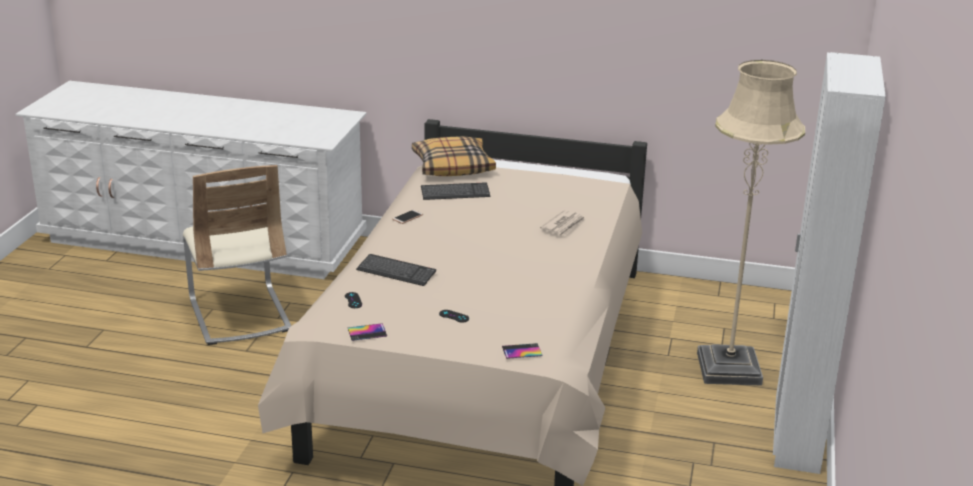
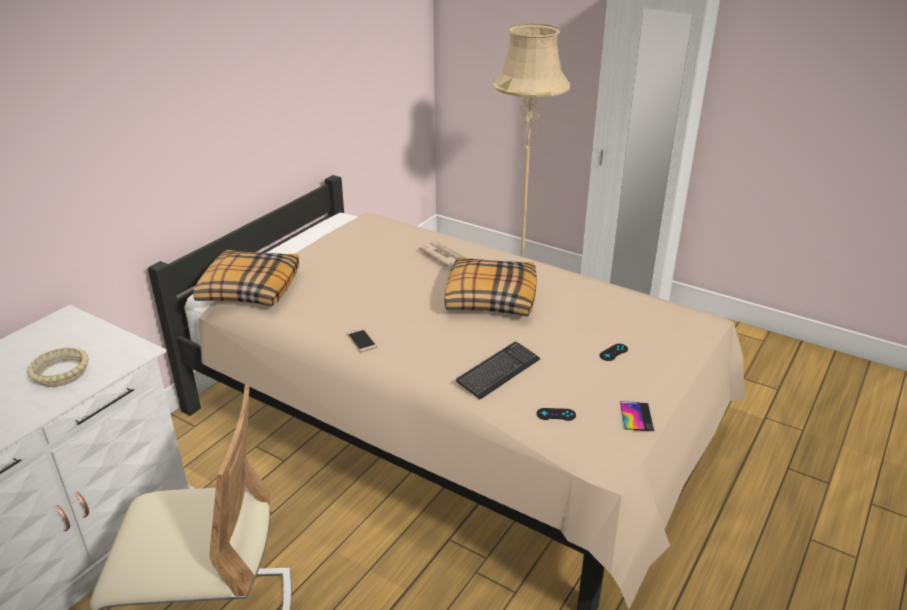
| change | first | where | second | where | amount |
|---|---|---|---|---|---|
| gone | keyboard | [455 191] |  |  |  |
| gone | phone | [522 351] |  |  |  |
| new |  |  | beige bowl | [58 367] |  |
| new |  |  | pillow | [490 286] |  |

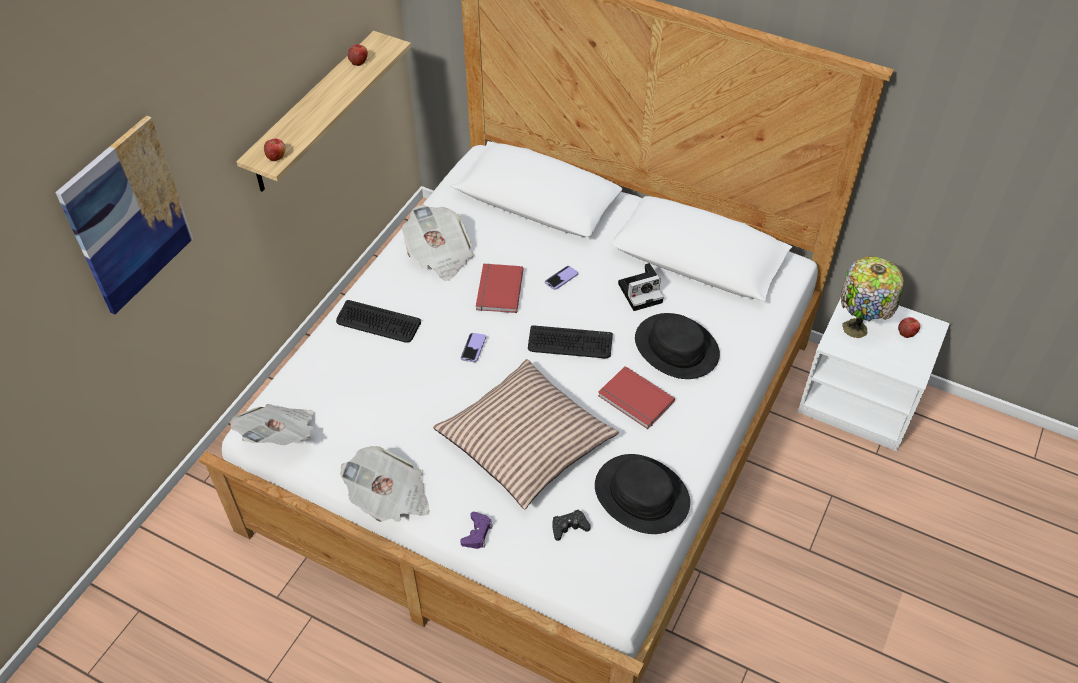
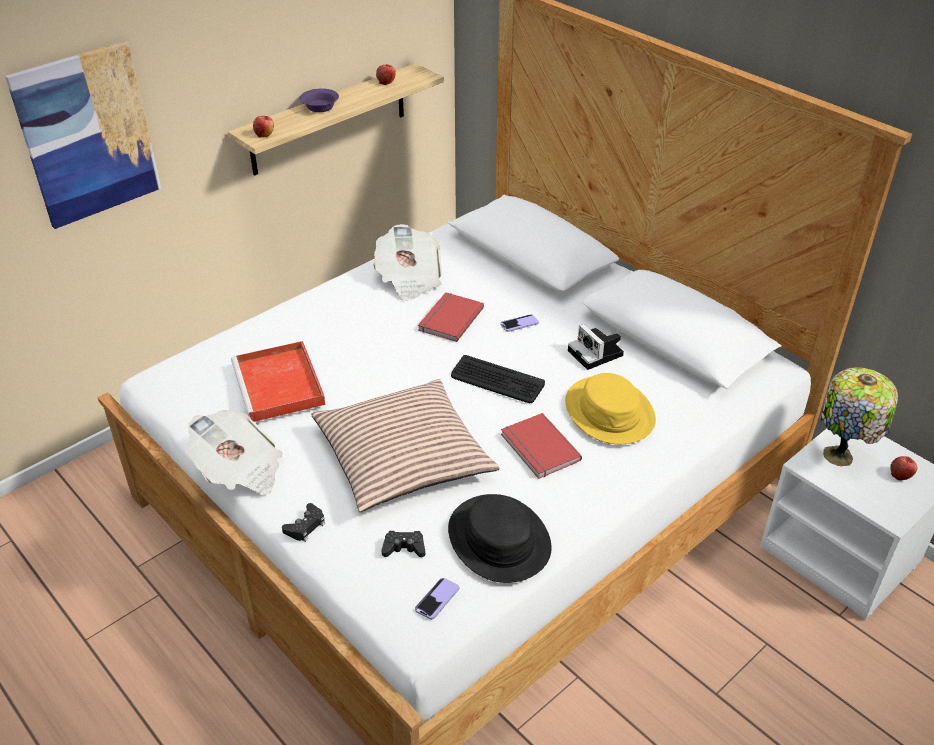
| change | first | where | second | where | amount |
|---|---|---|---|---|---|
| gone | newspaper | [272 424] |  |  |  |
| gone | keyboard | [378 321] |  |  |  |
| repainted | purple game controller | [476 530] | black game controller | [303 522] |  |
| shifted | phone | [473 347] |  | [437 598] |  |
| rotated | photo camera | [641 287] |  | [596 347] | 60 degrees clockwise |
| repainted | black hat | [677 346] | yellow hat | [610 408] |  |
| new |  |  | red tray | [278 381] |  |
| new |  |  | purple bowl | [319 100] |  |

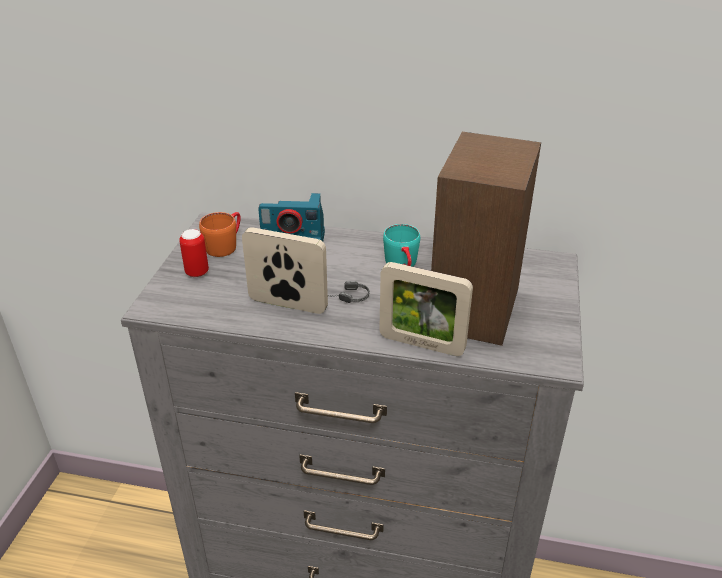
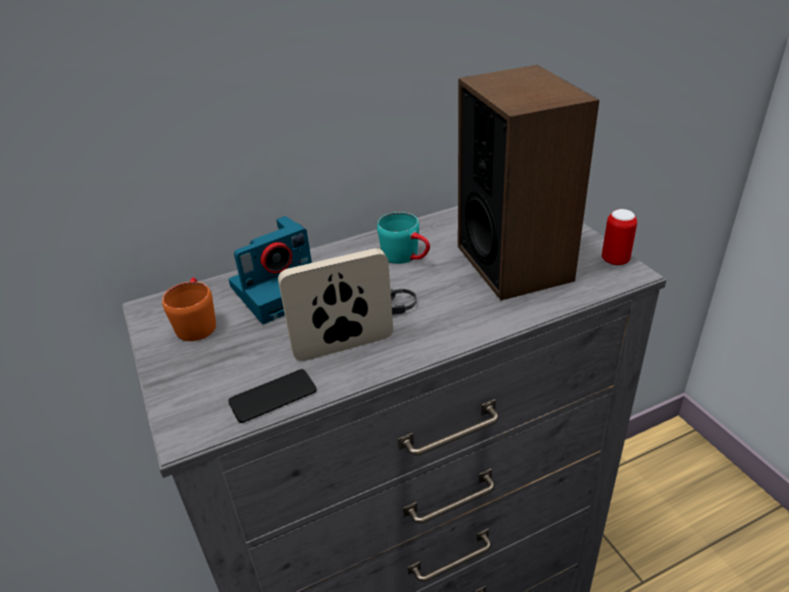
| change | first | where | second | where | amount |
|---|---|---|---|---|---|
| shifted | can | [194 253] |  | [619 237] |  |
| gone | picture frame | [426 309] |  |  |  |
| new |  |  | phone | [272 396] |  |

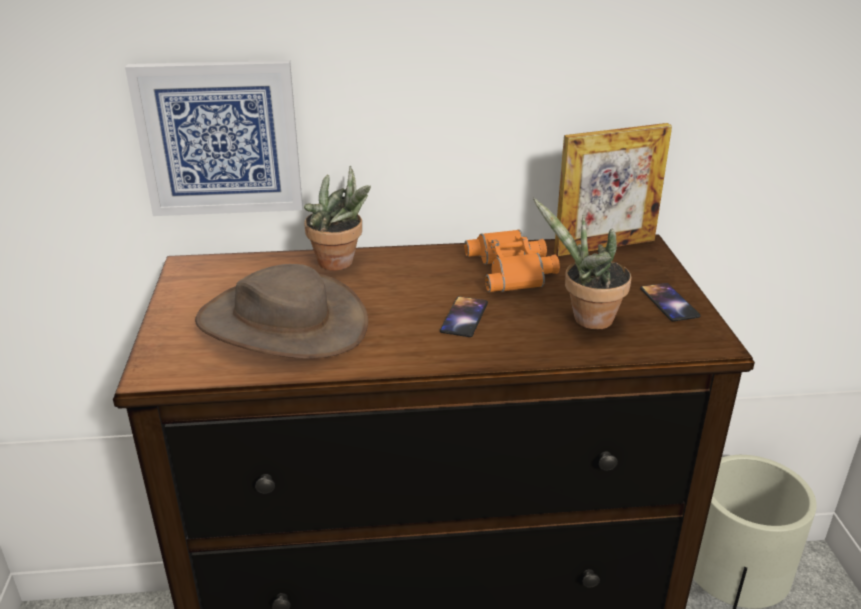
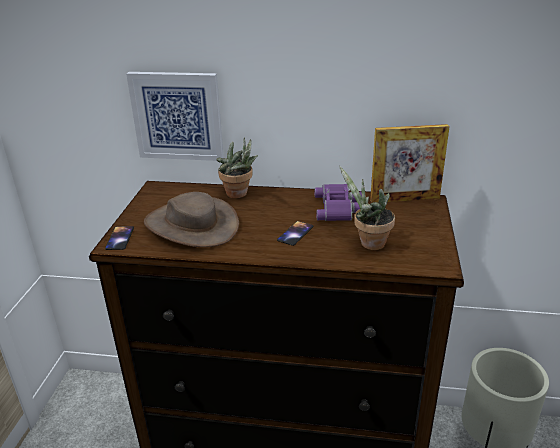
| change | first | where | second | where | amount |
|---|---|---|---|---|---|
| repainted | orange binoculars | [512 260] | purple binoculars | [338 202] |  |
| shifted | phone | [670 302] |  | [119 238] |  |

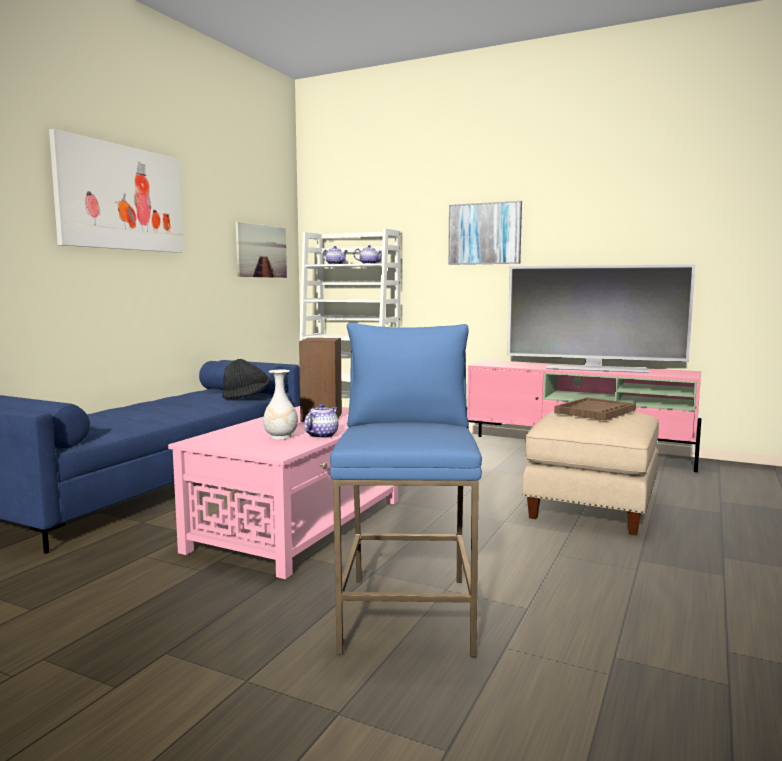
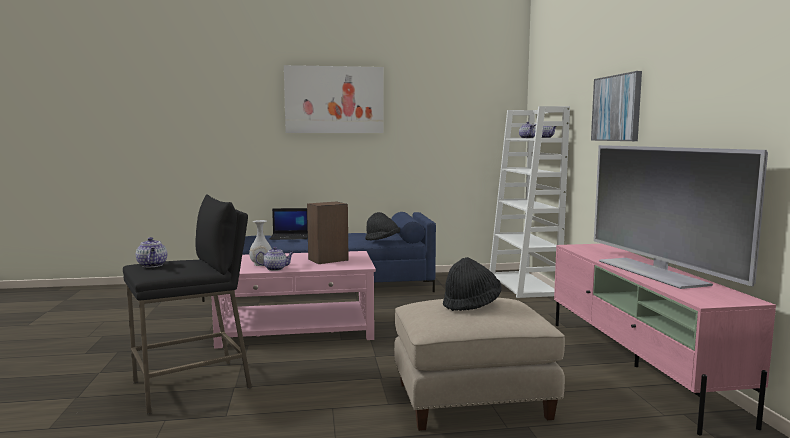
| change | first | where | second | where | amount |
|---|---|---|---|---|---|
| gone | picture | [261 250] |  |  |  |
| repainted | blue stool | [406 490] | black stool | [187 304] |  |
| swapped | brown tray | [595 408] | black hat | [472 284] |  |
| new |  |  | teapot | [151 252] |  |
| new |  |  | laptop | [289 224] |  |

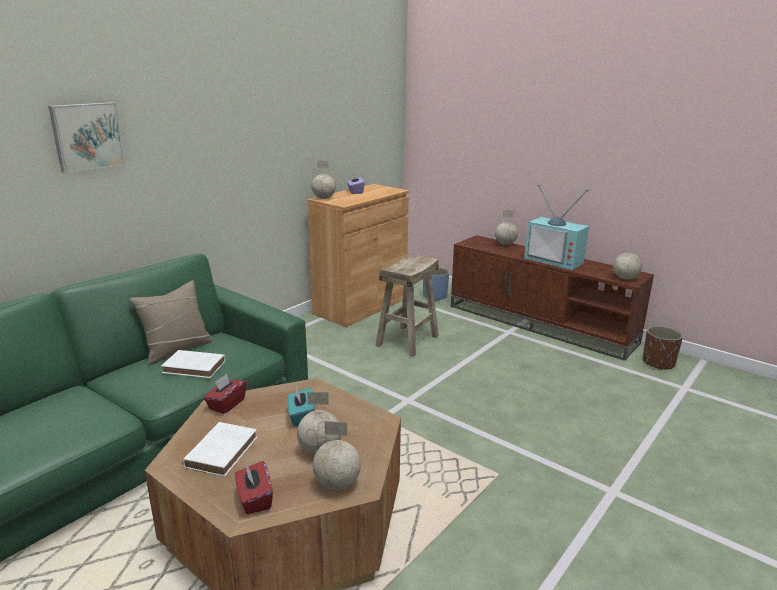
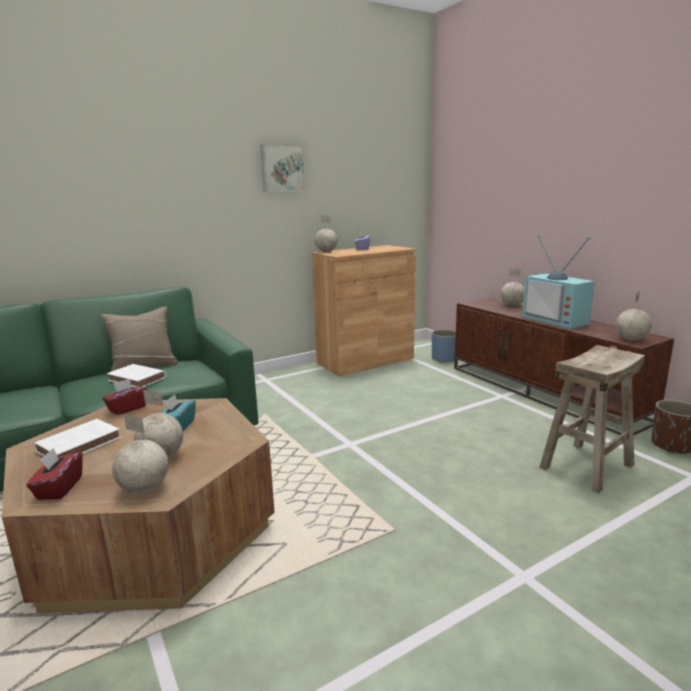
| change | first | where | second | where | amount |
|---|---|---|---|---|---|
| shifted | picture | [87 137] |  | [283 168] |  |
| shifted | beige stool | [407 305] |  | [592 419] |  |

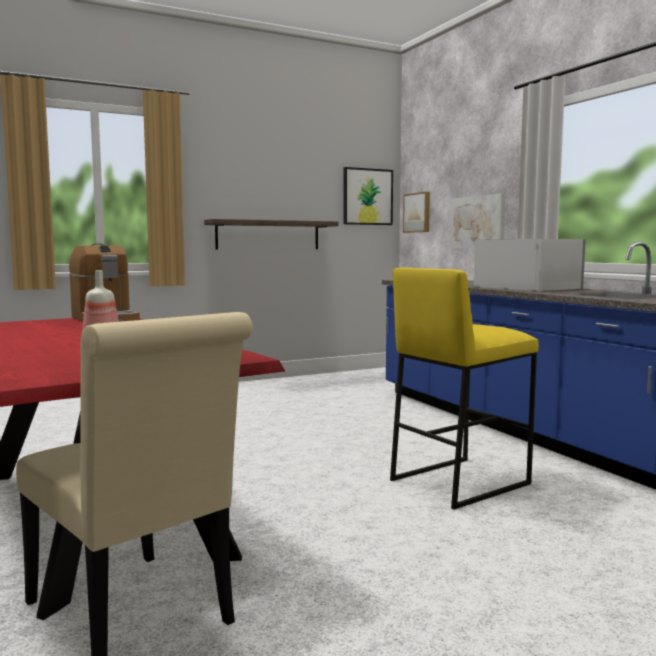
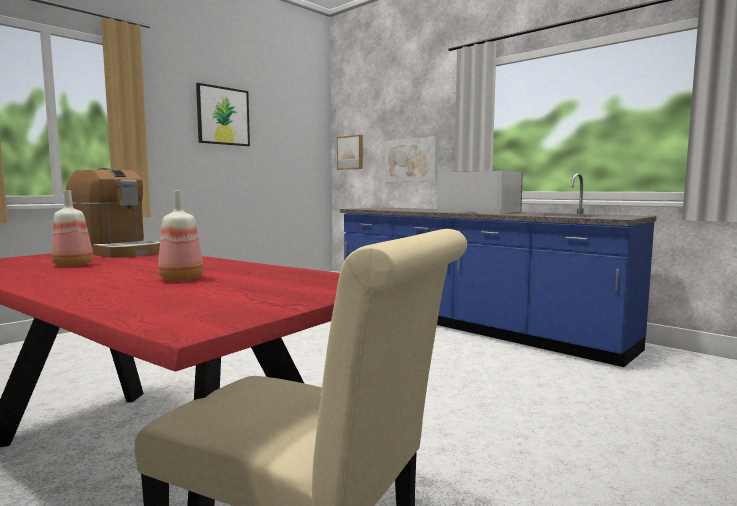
| change | first | where | second | where | amount |
|---|---|---|---|---|---|
| gone | shelf | [271 234] |  |  |  |
| shifted | picture | [368 196] |  | [223 114] |  |
| gone | yellow stool | [464 388] |  |  |  |
| new |  |  | bottle | [72 229] |  |

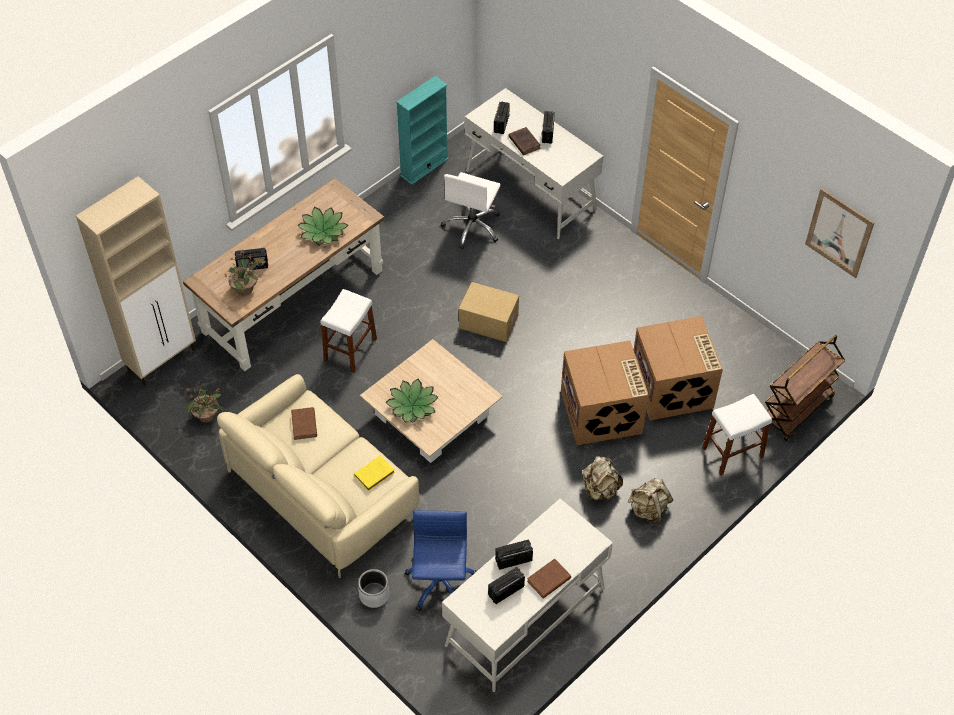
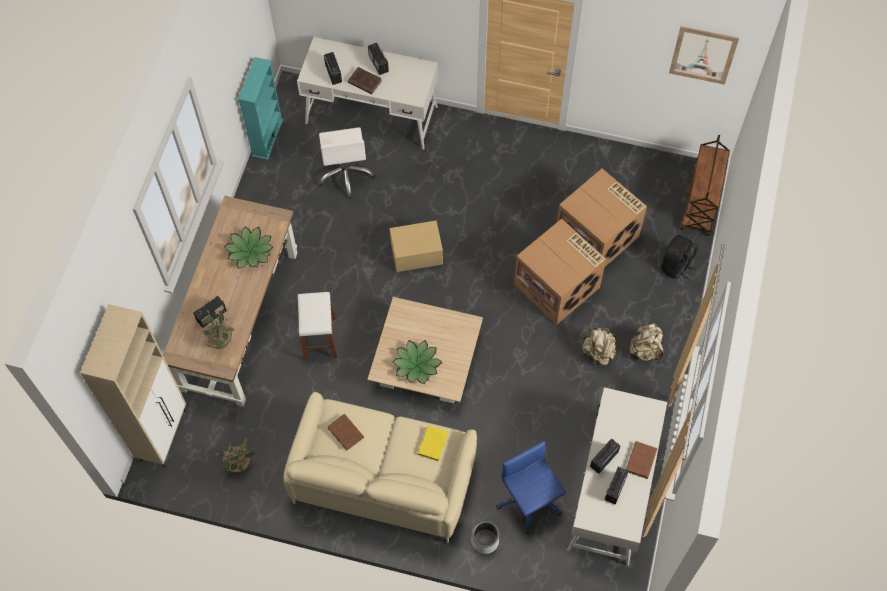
| change | first | where | second | where | amount |
|---|---|---|---|---|---|
| swapped | white stool | [737 434] | black backpack | [679 257] |  |

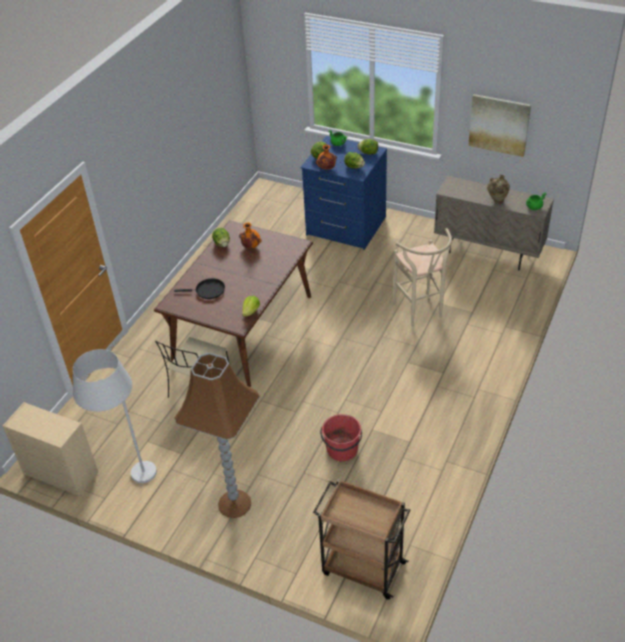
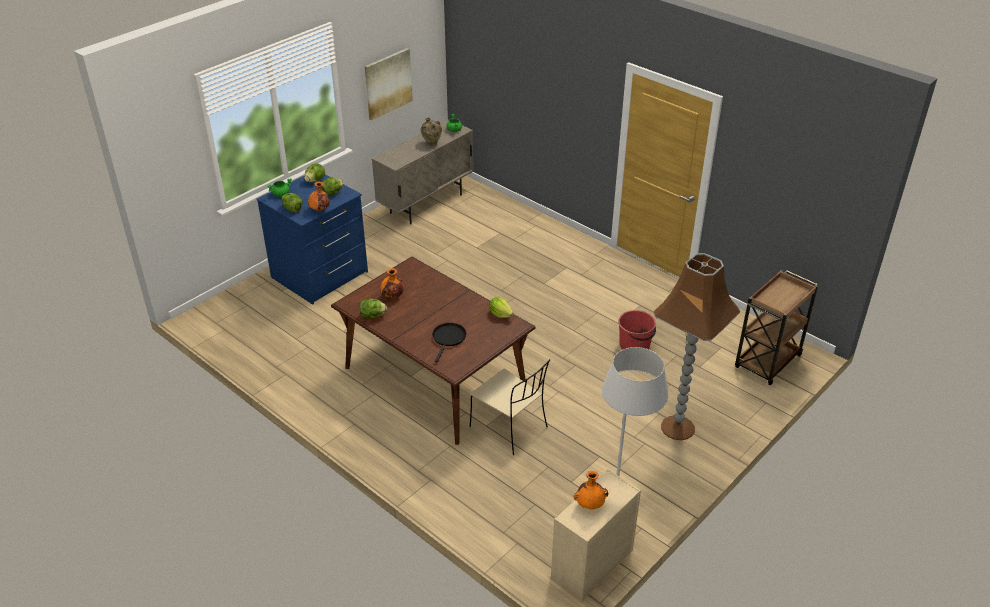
| change | first | where | second | where | amount |
|---|---|---|---|---|---|
| gone | beige stool | [422 277] |  |  |  |
| new |  |  | orange vase | [591 490] |  |

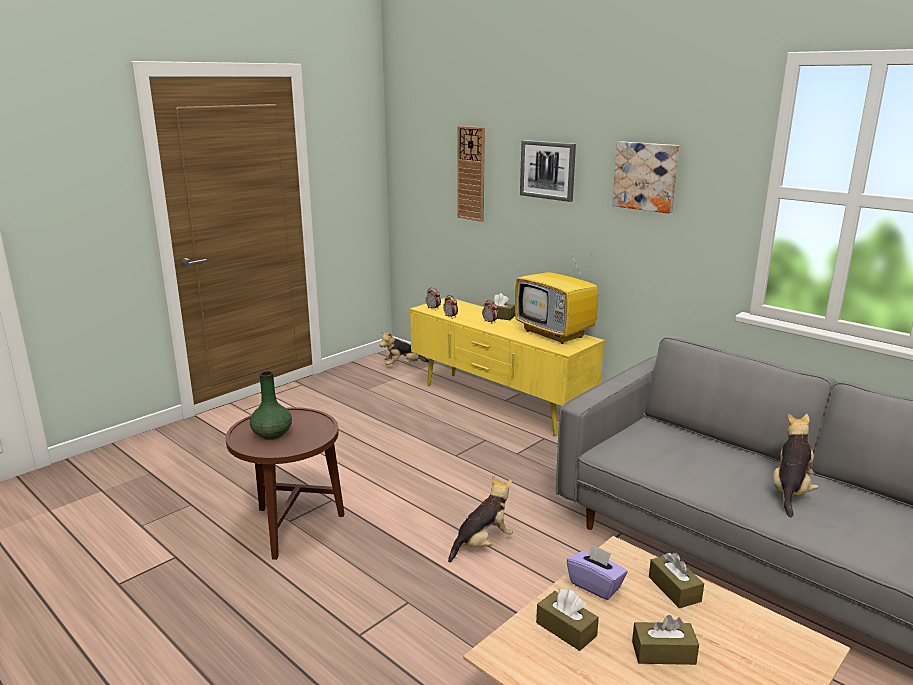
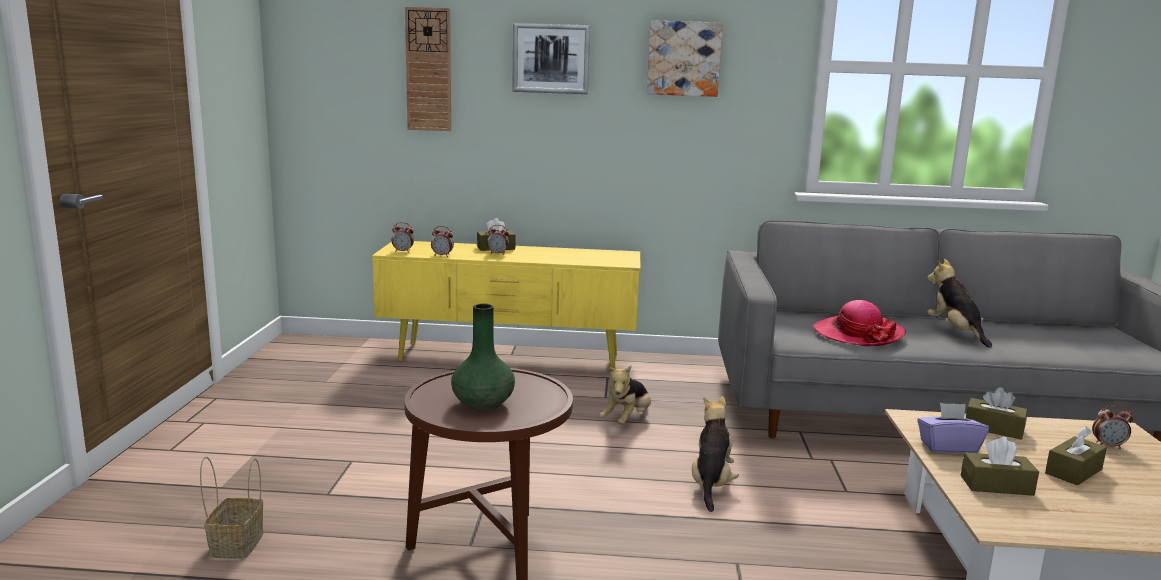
| change | first | where | second | where | amount |
|---|---|---|---|---|---|
| shifted | plush toy | [404 348] |  | [625 395] |  |
| gone | television | [556 293] |  |  |  |
| new |  |  | basket | [231 508] |  |
| new |  |  | hat | [859 323] |  |
| new |  |  | alarm clock | [1112 427] |  |

